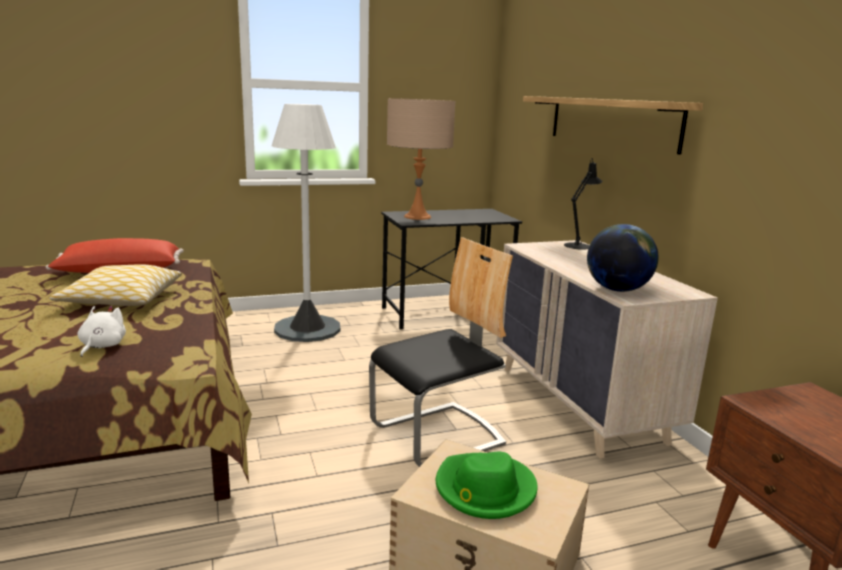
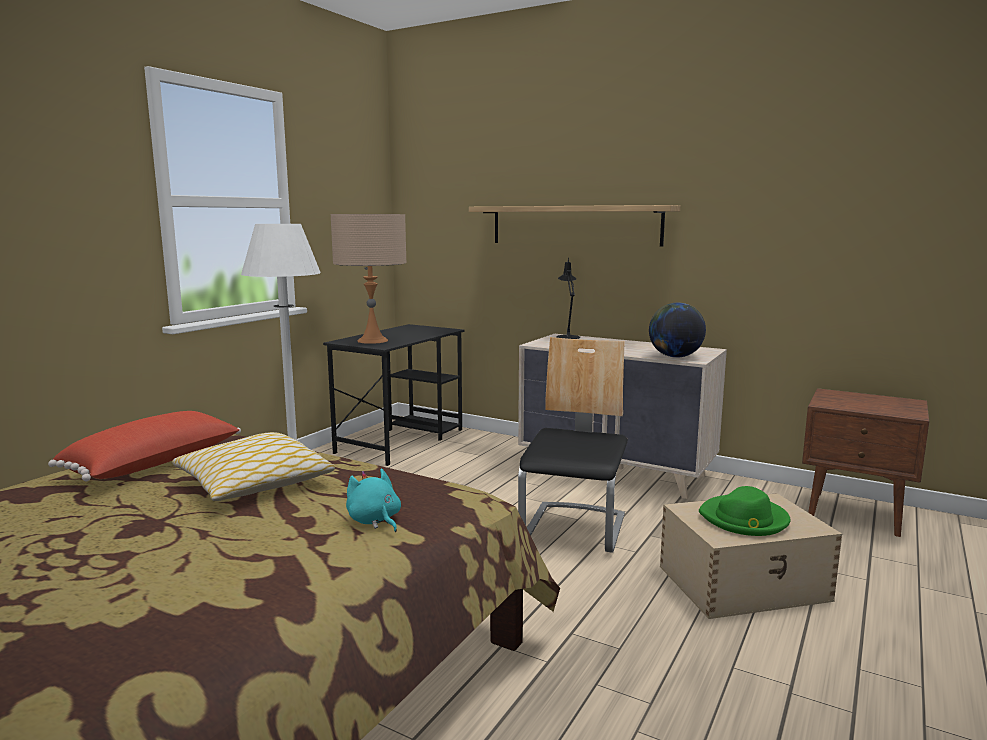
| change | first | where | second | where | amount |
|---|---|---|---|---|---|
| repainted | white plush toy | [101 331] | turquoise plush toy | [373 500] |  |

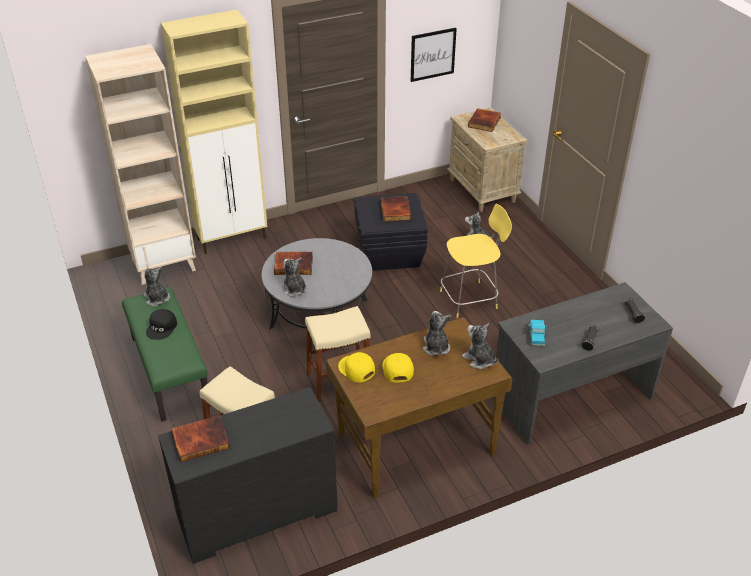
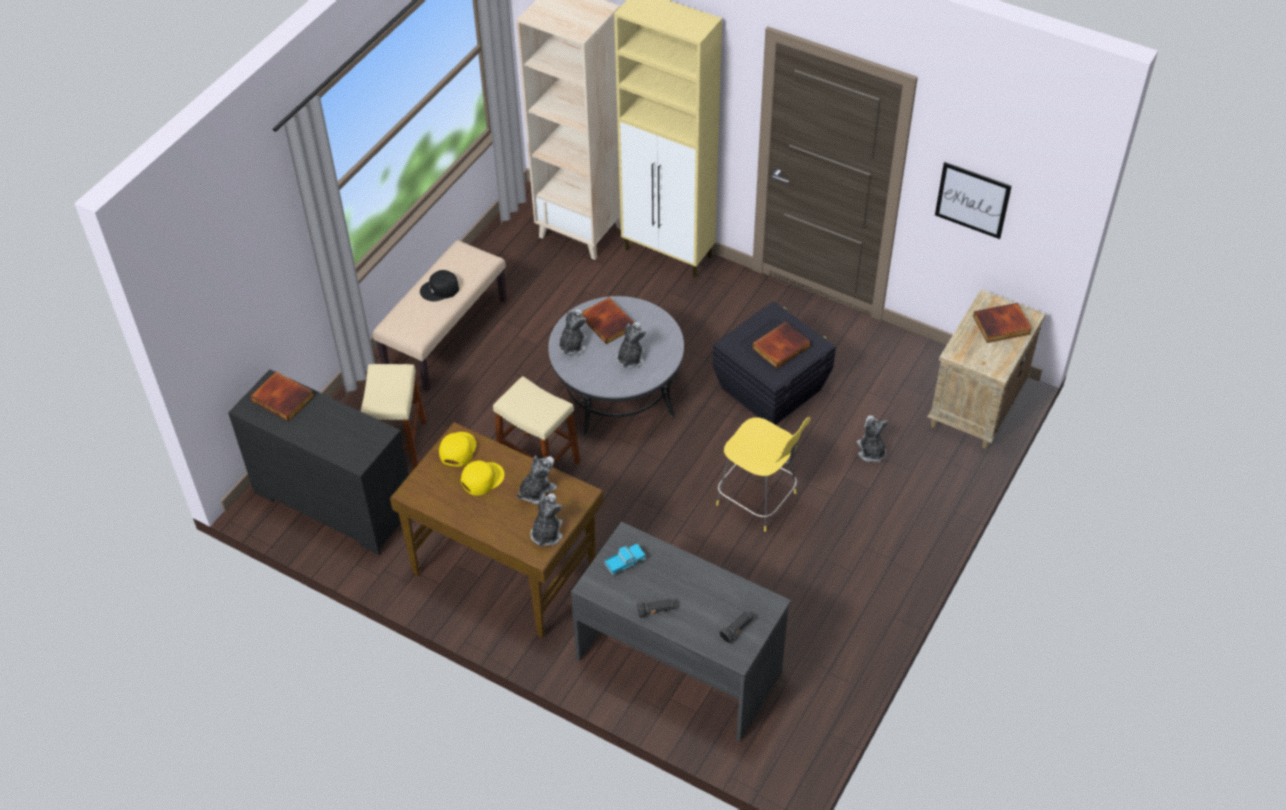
| change | first | where | second | where | amount |
|---|---|---|---|---|---|
| repainted | green bench | [166 354] | beige bench | [440 315] |  |
| shifted | plush toy | [157 286] |  | [631 345] |  |

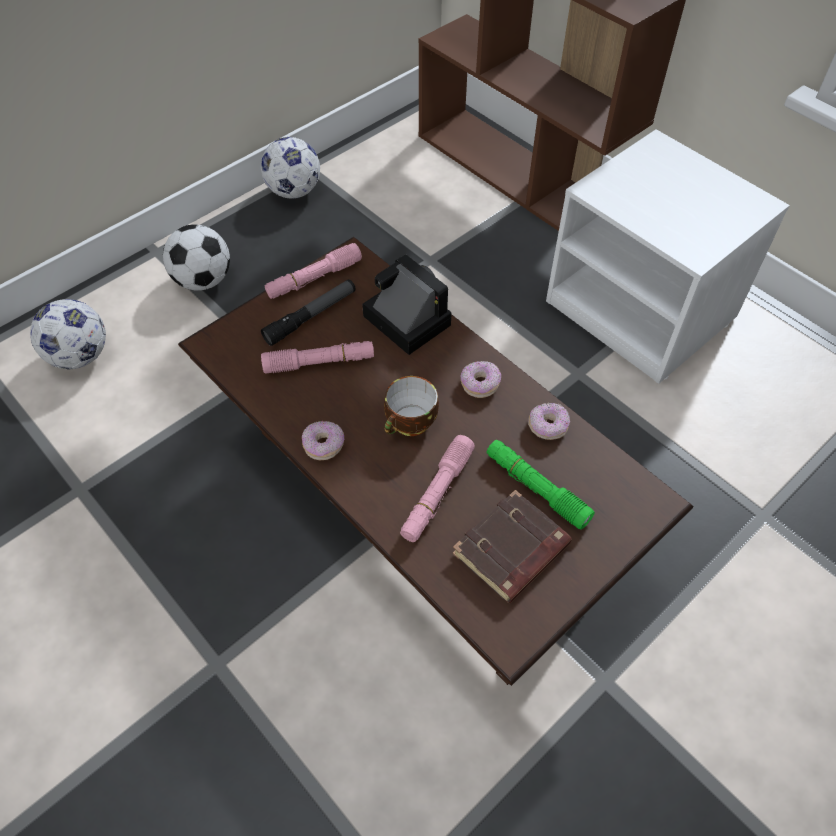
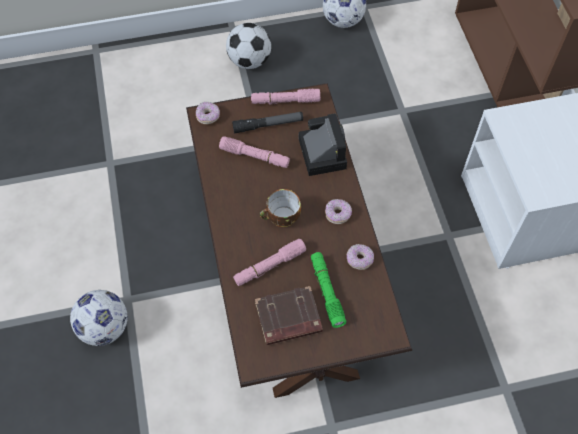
| change | first | where | second | where | amount |
|---|---|---|---|---|---|
| shifted | football | [68 334] |  | [99 318] |  |
| shifted | donut | [323 440] |  | [208 113] |  |

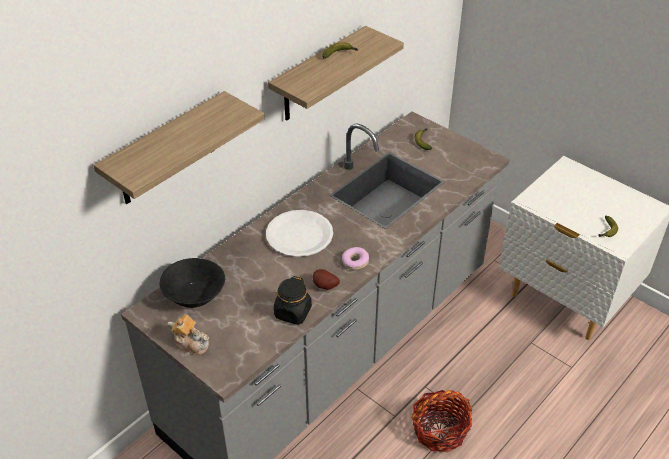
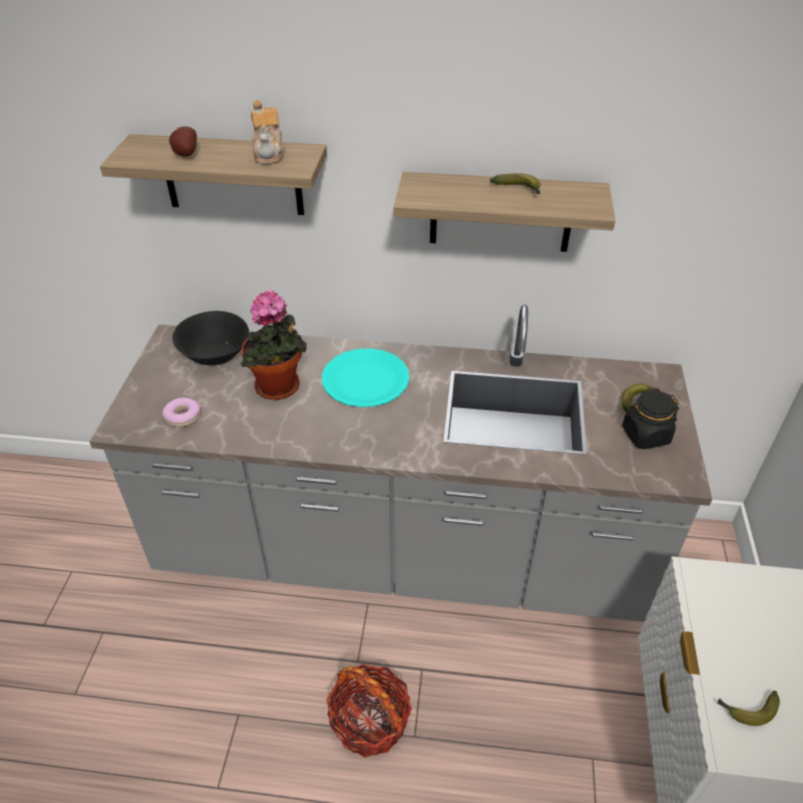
| change | first | where | second | where | amount |
|---|---|---|---|---|---|
| shifted | teapot | [188 334] |  | [268 132] |  |
| repainted | white plate | [299 233] | turquoise plate | [365 377] |  |
| shifted | black jar | [293 300] |  | [650 419] |  |
| shifted | potato | [326 279] |  | [183 141] |  |
| shifted | donut | [355 258] |  | [181 412] |  |
| new |  |  | potted plant | [273 345] |  |

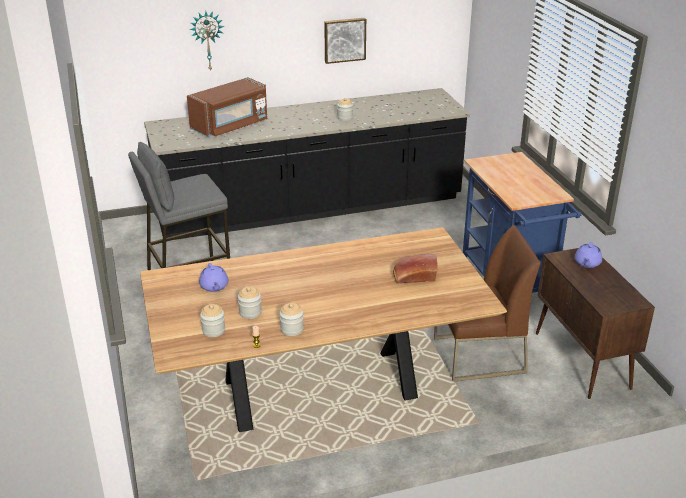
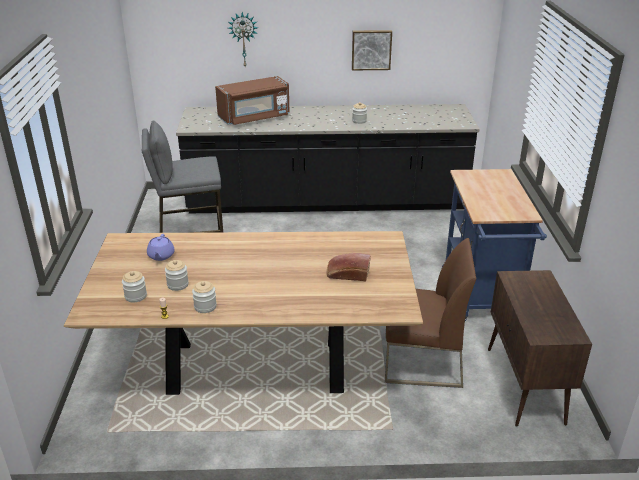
| change | first | where | second | where | amount |
|---|---|---|---|---|---|
| gone | purple teapot | [588 255] |  |  |  |

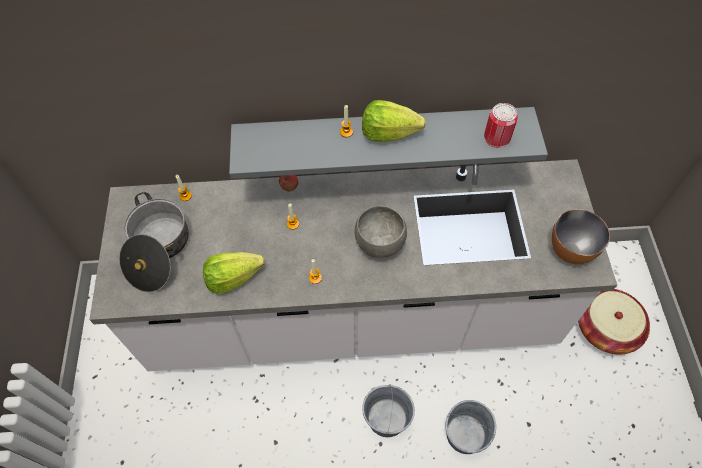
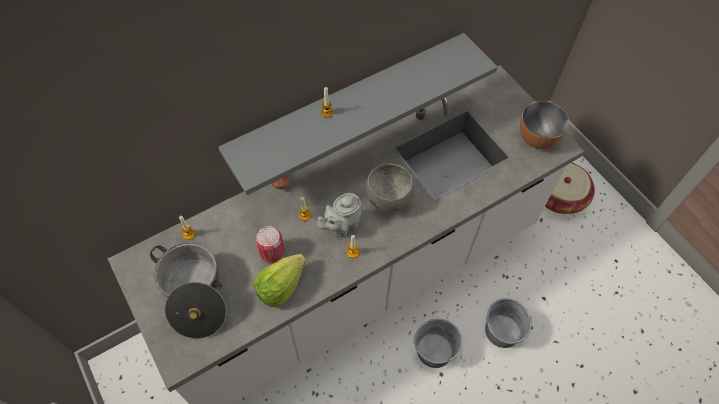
| change | first | where | second | where | amount |
|---|---|---|---|---|---|
| gone | lettuce | [394 121] |  |  |  |
| shifted | can | [501 125] |  | [270 244] |  |
| new |  |  | grey teapot | [339 215] |  |

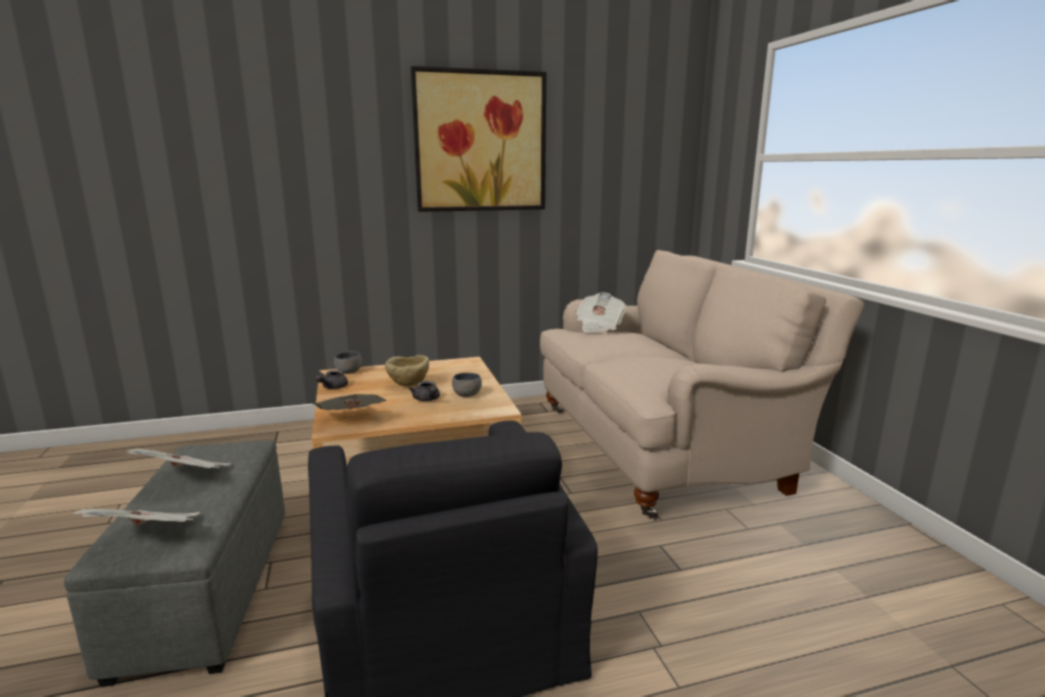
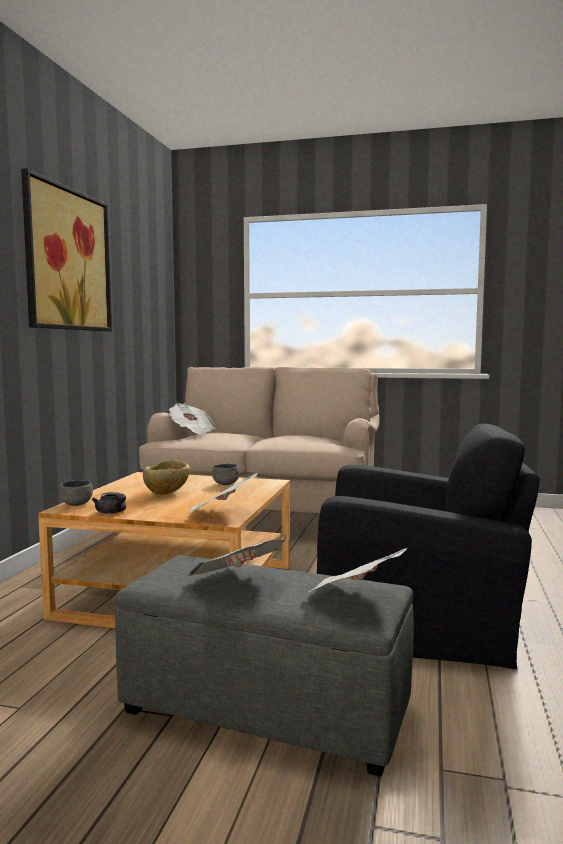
| change | first | where | second | where | amount |
|---|---|---|---|---|---|
| gone | grey teapot | [424 391] |  |  |  |

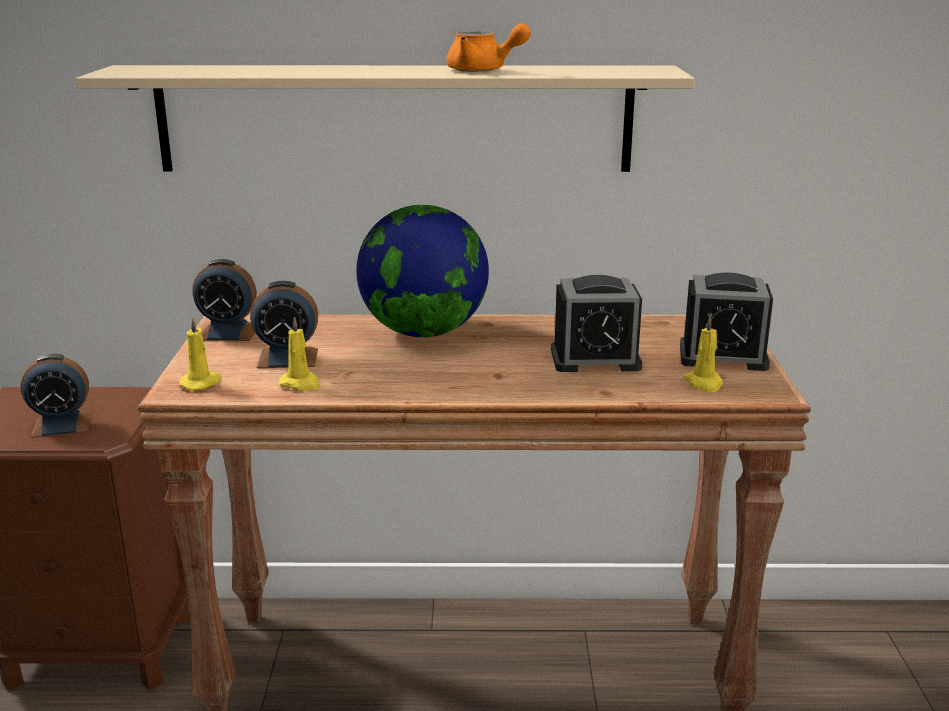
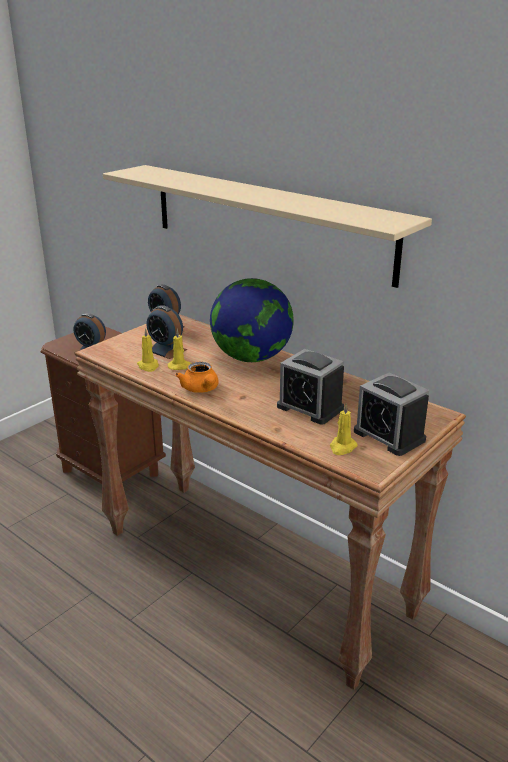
| change | first | where | second | where | amount |
|---|---|---|---|---|---|
| shifted | yellow candle | [200 353] |  | [179 349] |  |
| shifted | orange teapot | [488 47] |  | [197 377] |  |

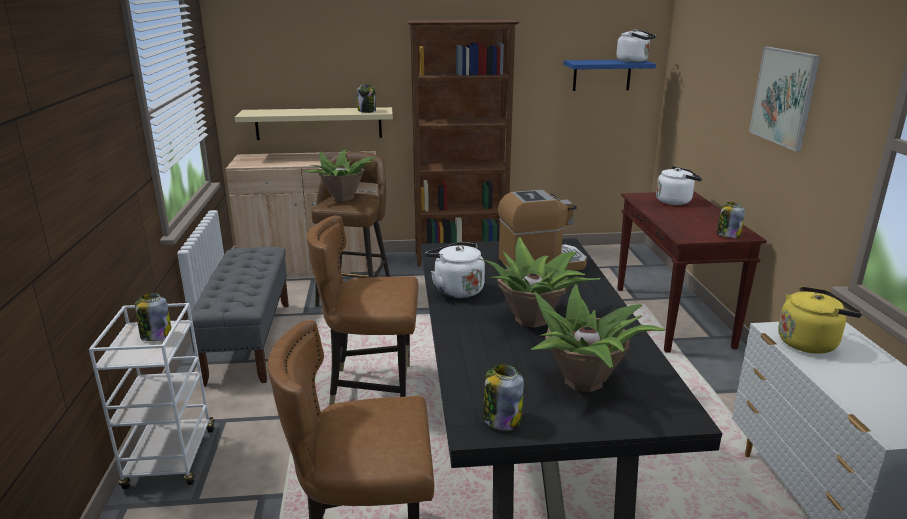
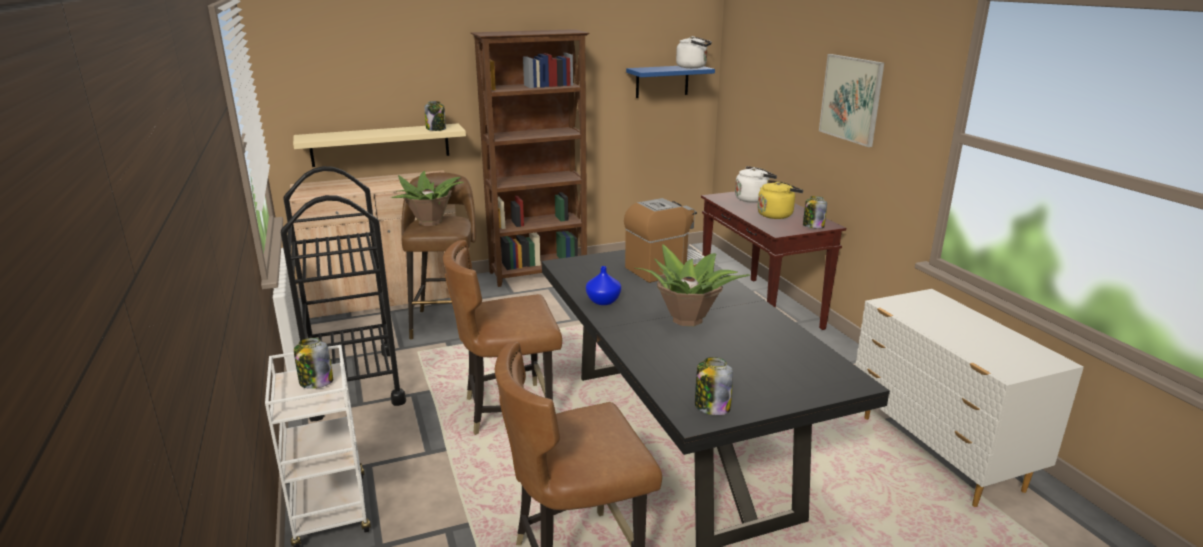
| change | first | where | second | where | amount |
|---|---|---|---|---|---|
| swapped | grey bench | [238 316] | black cart | [343 293] |  |
| swapped | white kettle | [455 270] | blue vase | [603 285] |  |
| gone | potted plant | [597 338] |  |  |  |
| shifted | yellow kettle | [820 320] |  | [780 199] |  |

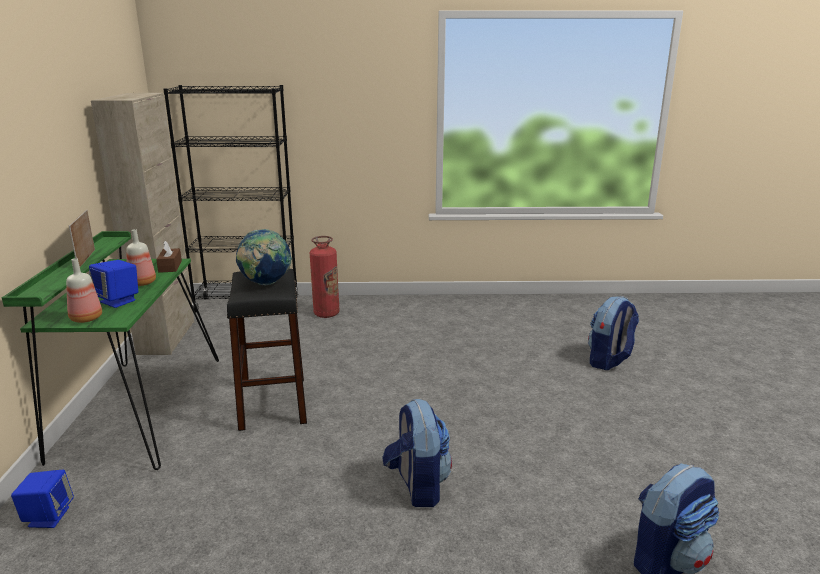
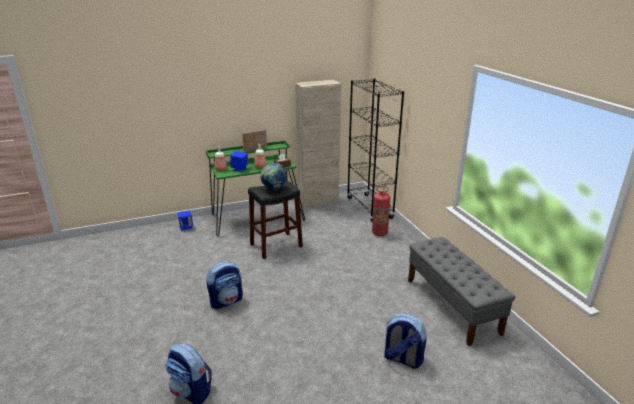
| change | first | where | second | where | amount |
|---|---|---|---|---|---|
| new |  |  | grey bench | [461 291] |  |

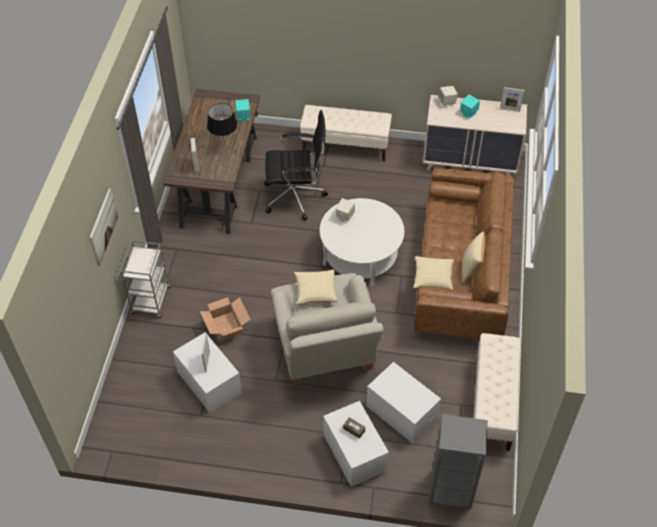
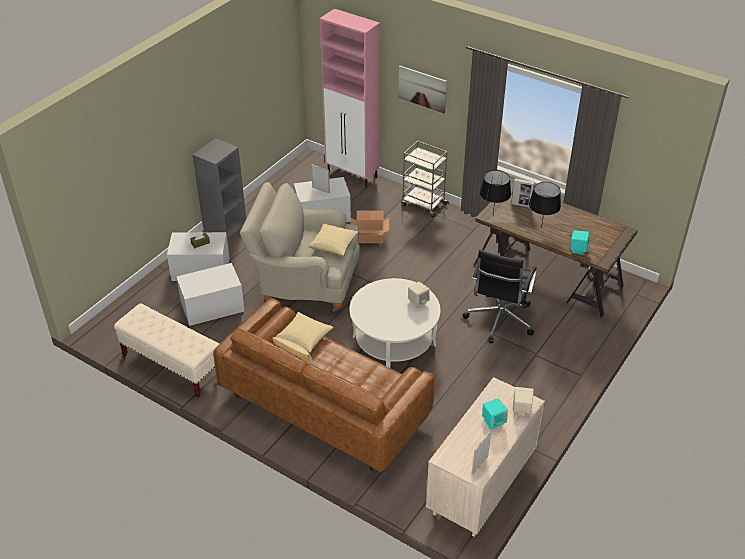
| change | first | where | second | where | amount |
|---|---|---|---|---|---|
| gone | beige bench | [346 133] |  |  |  |
| shifted | grey bookcase | [458 461] |  | [219 189] |  |
| new |  |  | pink cabinet | [350 98] |  |
| new |  |  | black table lamp | [495 192] |  |

